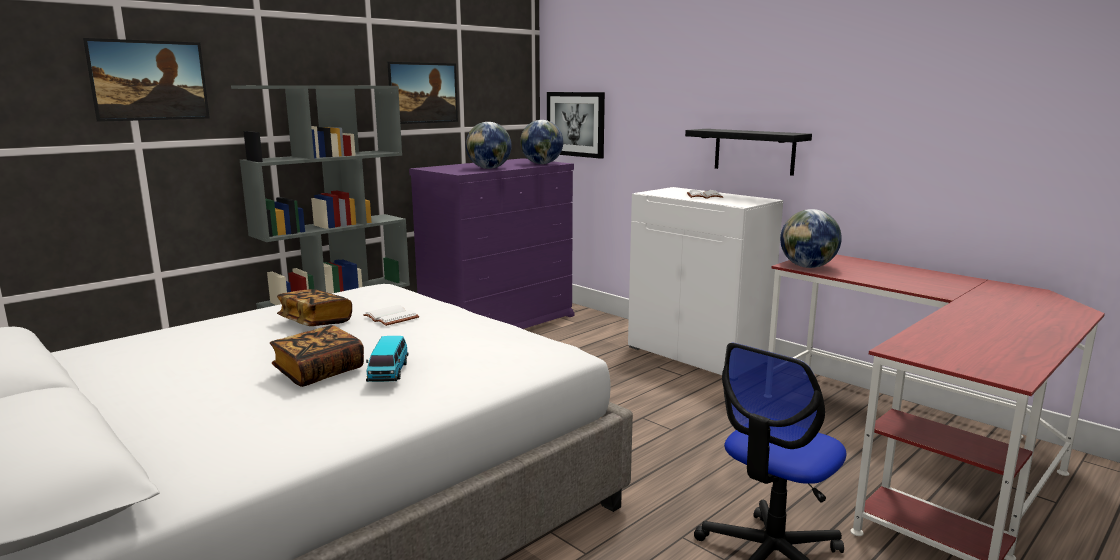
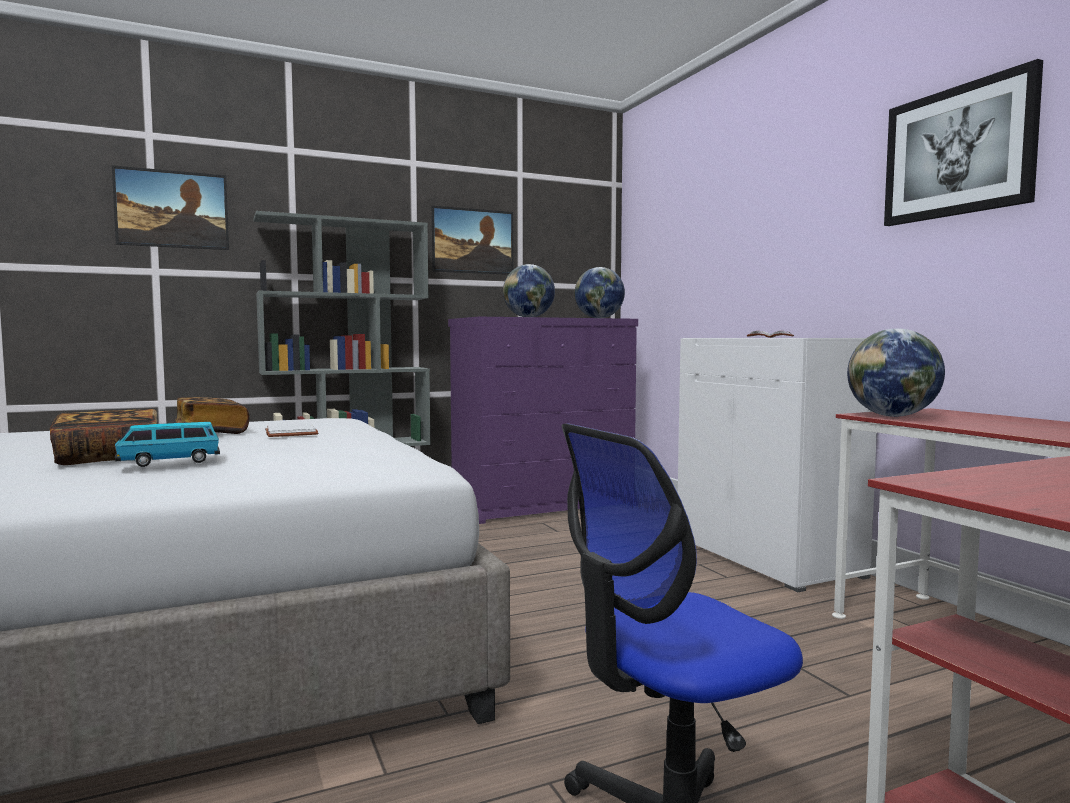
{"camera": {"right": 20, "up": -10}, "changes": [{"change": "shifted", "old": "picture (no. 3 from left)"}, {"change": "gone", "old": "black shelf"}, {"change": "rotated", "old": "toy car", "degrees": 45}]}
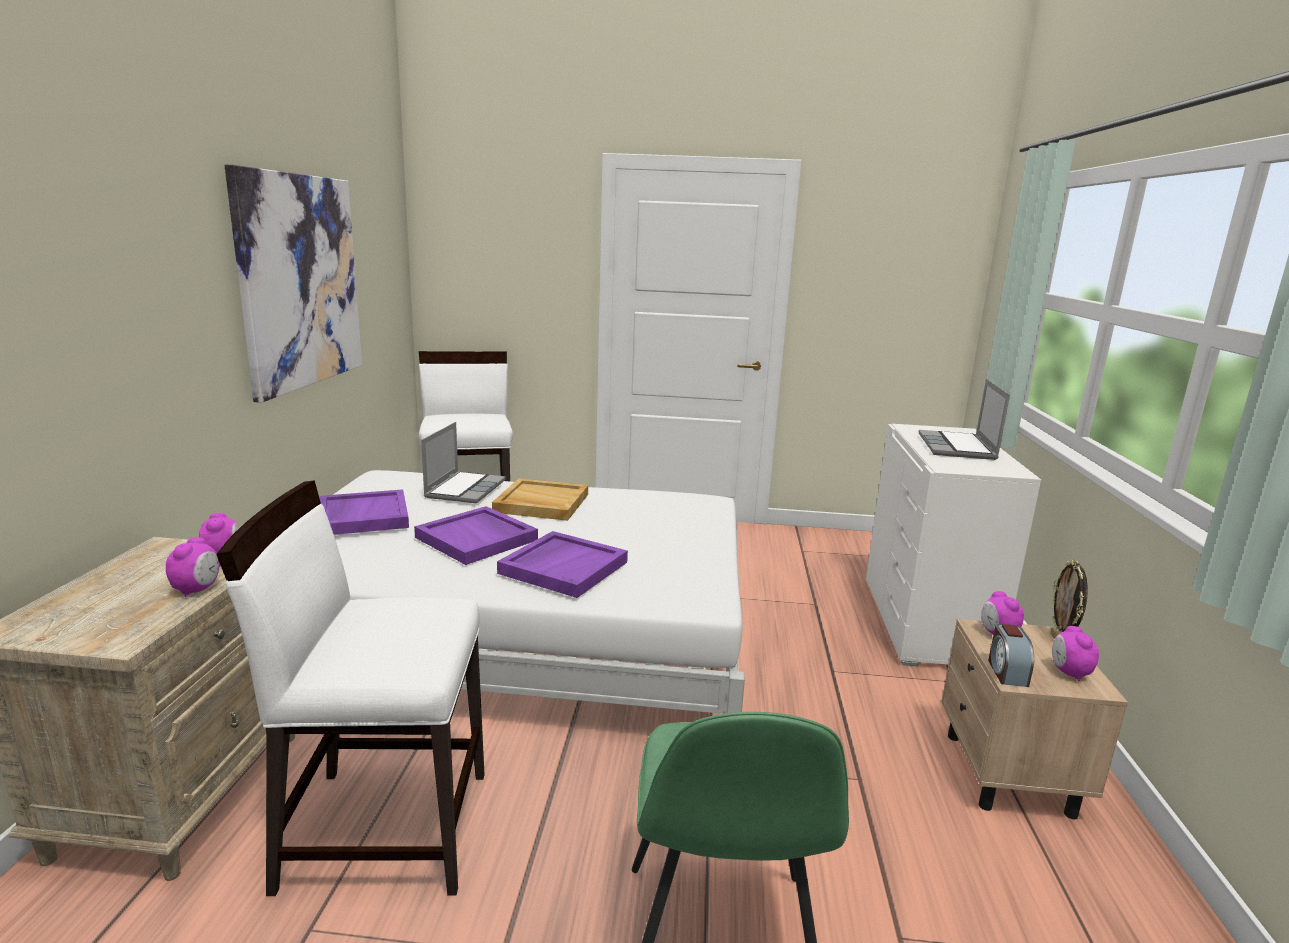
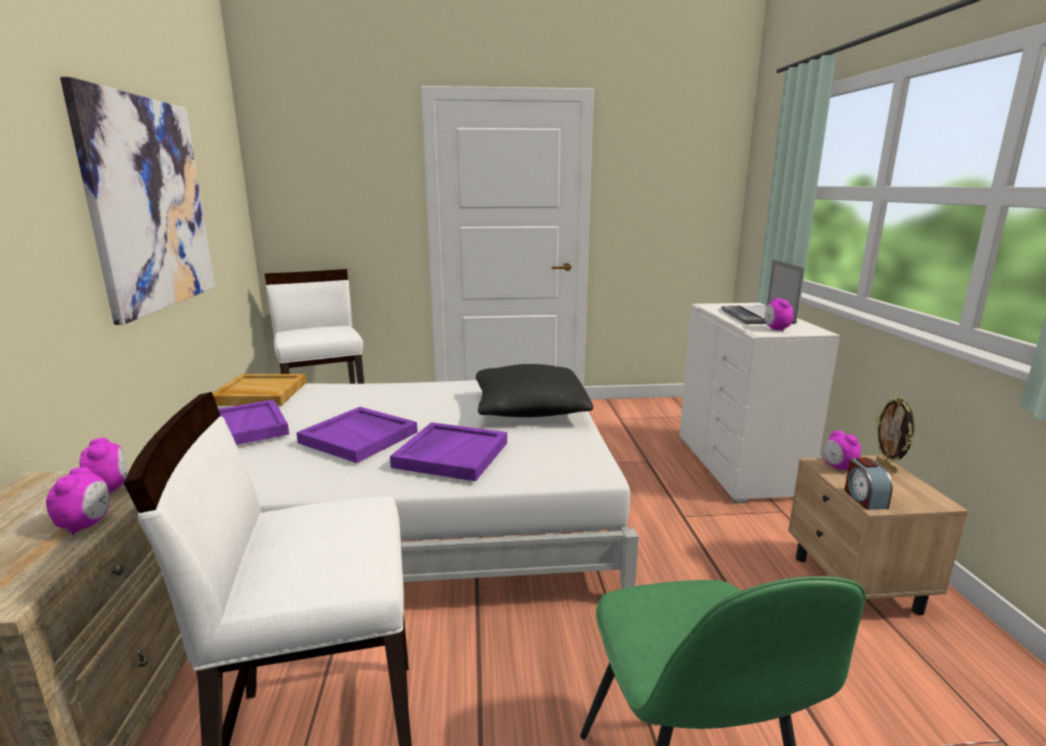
{"camera": {"right": -10, "up": 0}, "changes": [{"change": "gone", "old": "laptop (no. 1 from left)"}, {"change": "shifted", "old": "beige tray"}, {"change": "shifted", "old": "alarm clock (no. 5 from left in the first image)", "new": "alarm clock (no. 3 from left)"}, {"change": "new", "new": "black pillow"}]}
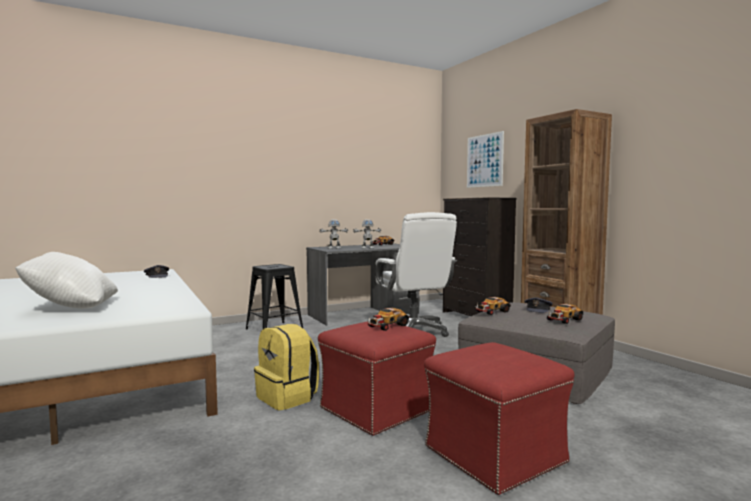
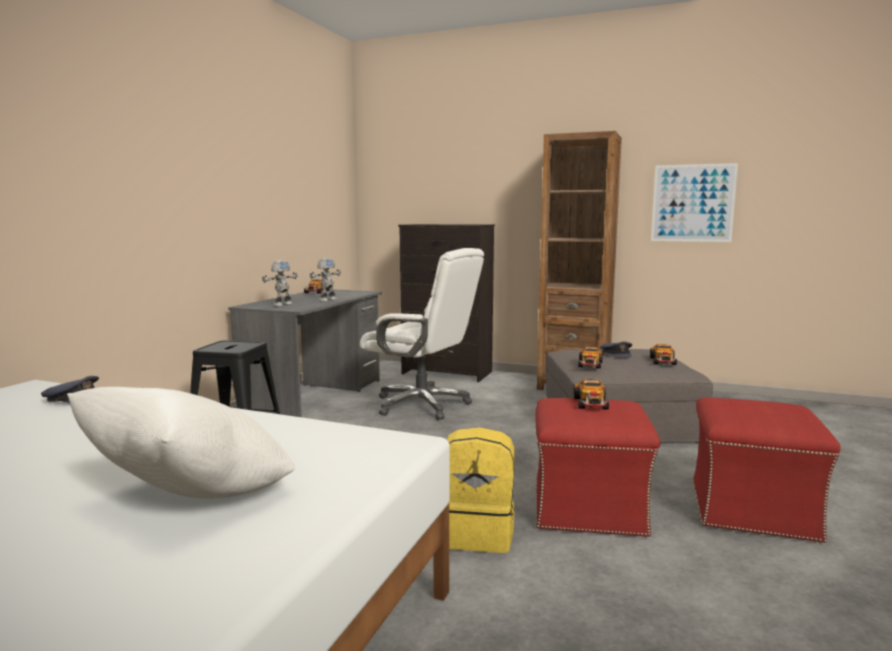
{"camera": {"right": -40, "up": 5}, "changes": [{"change": "shifted", "old": "picture"}]}
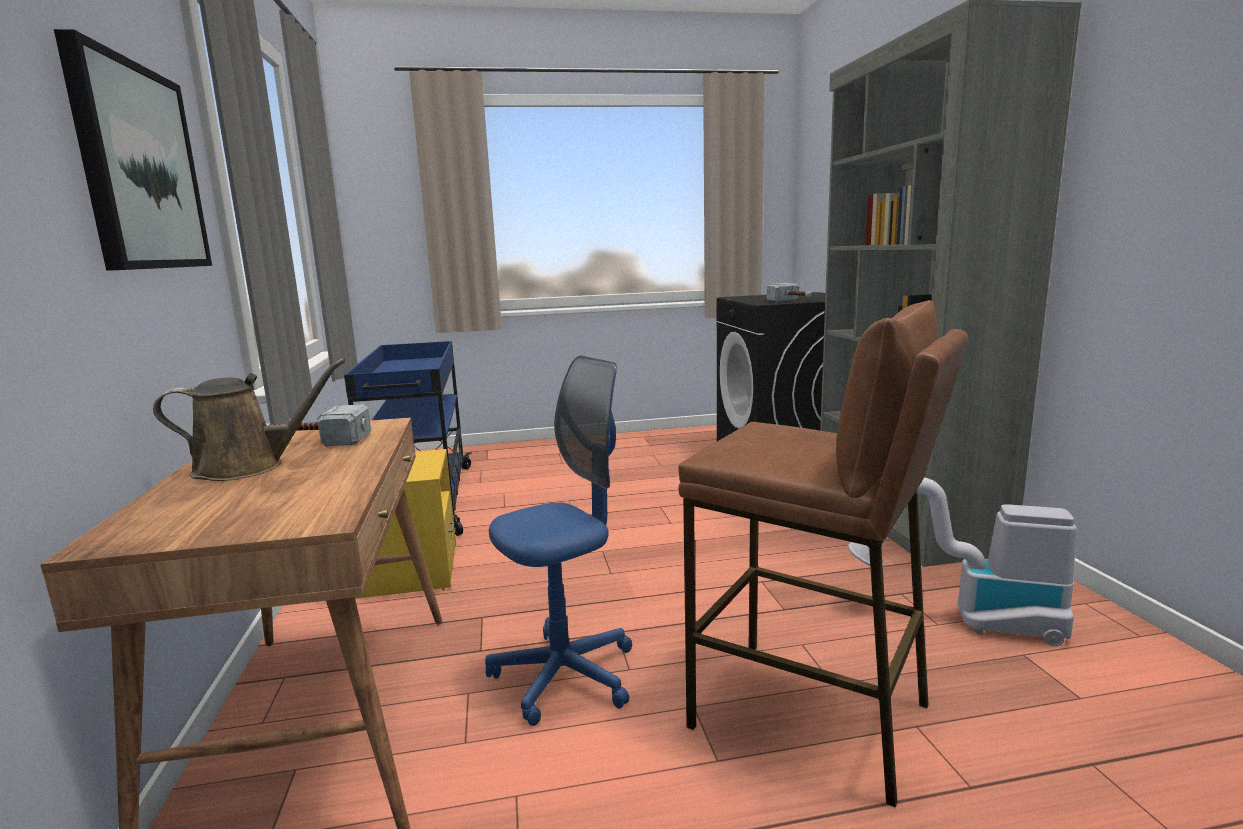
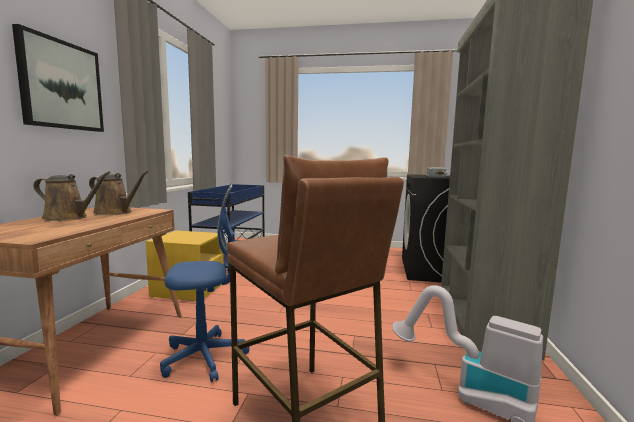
{"camera": {"right": 20, "up": -5}, "changes": [{"change": "swapped", "old": "hammer (no. 1 from left)", "new": "brown watering can (no. 2 from left)"}]}
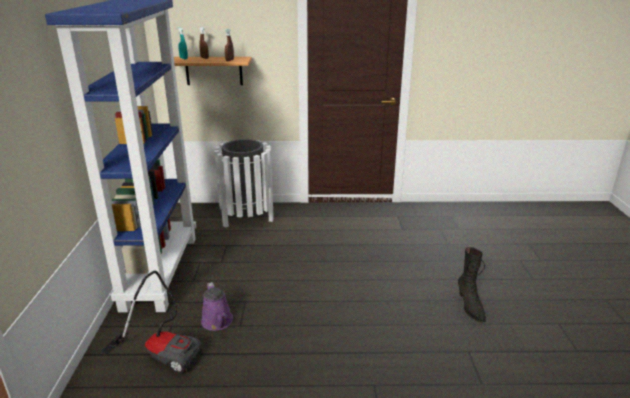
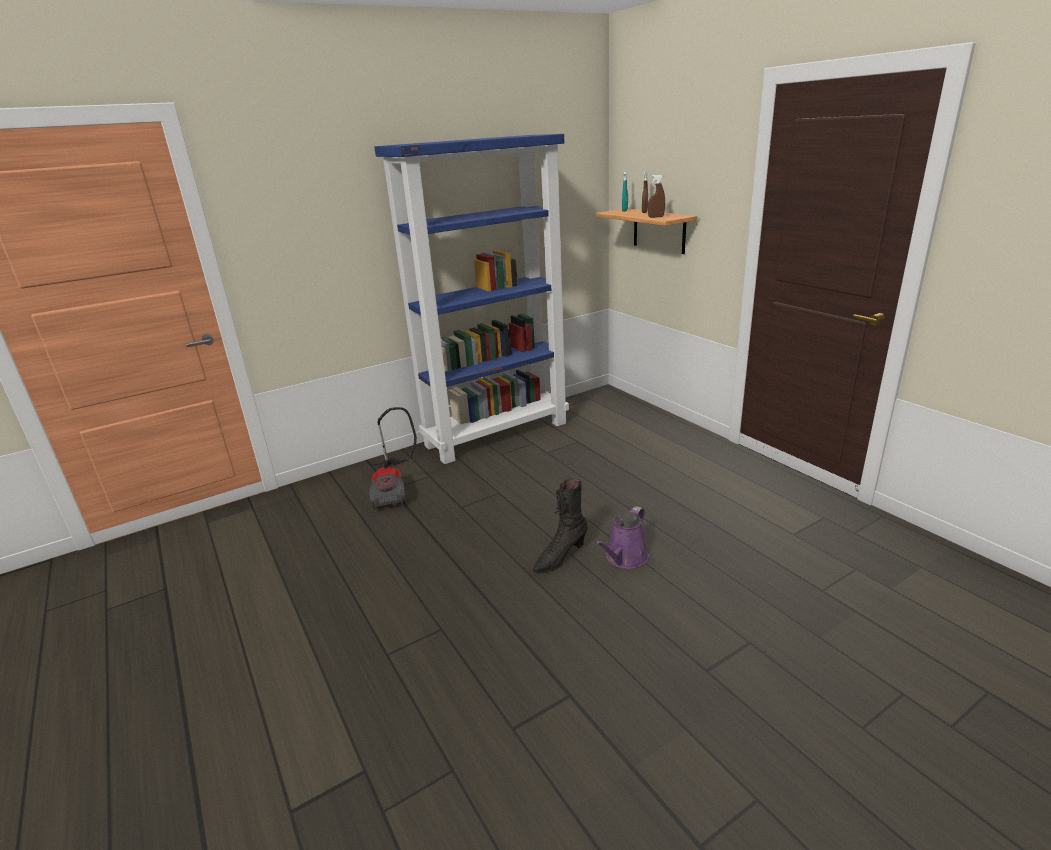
{"camera": {"right": 60, "up": 0}, "changes": [{"change": "gone", "old": "white trash can"}, {"change": "shifted", "old": "black boot"}, {"change": "shifted", "old": "purple watering can"}]}
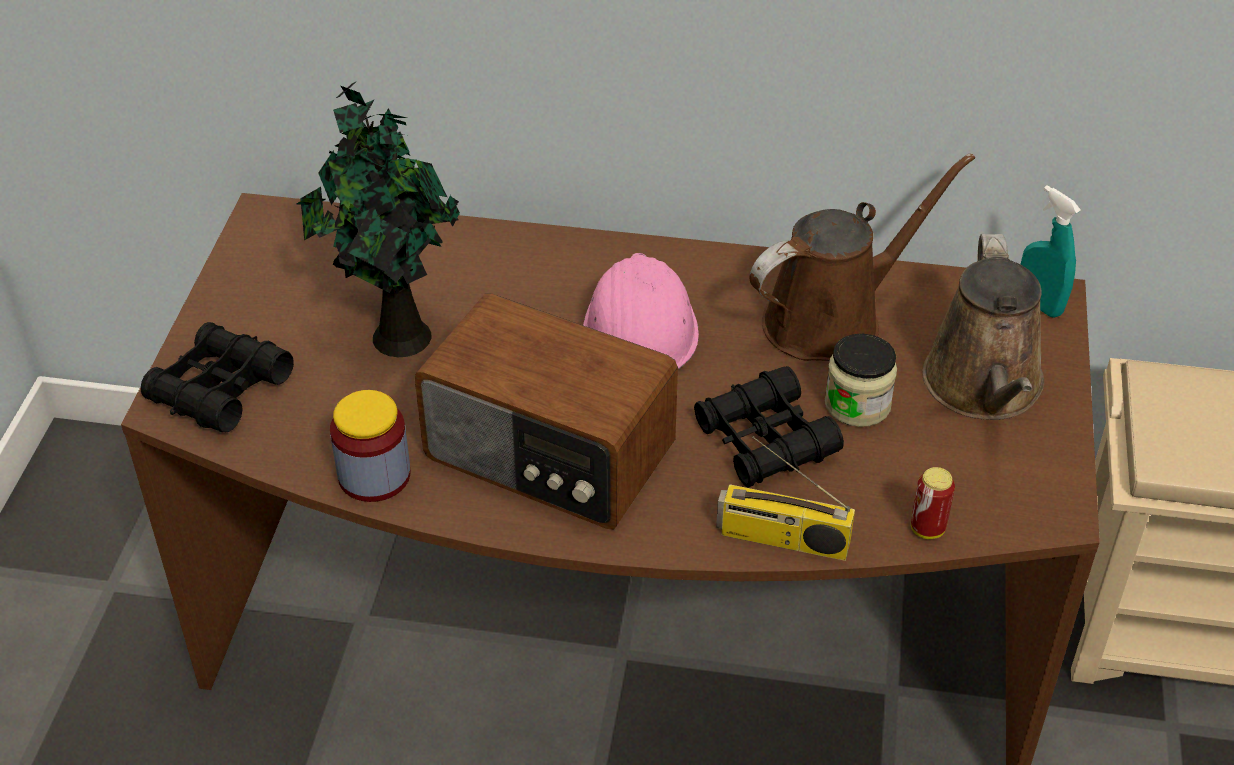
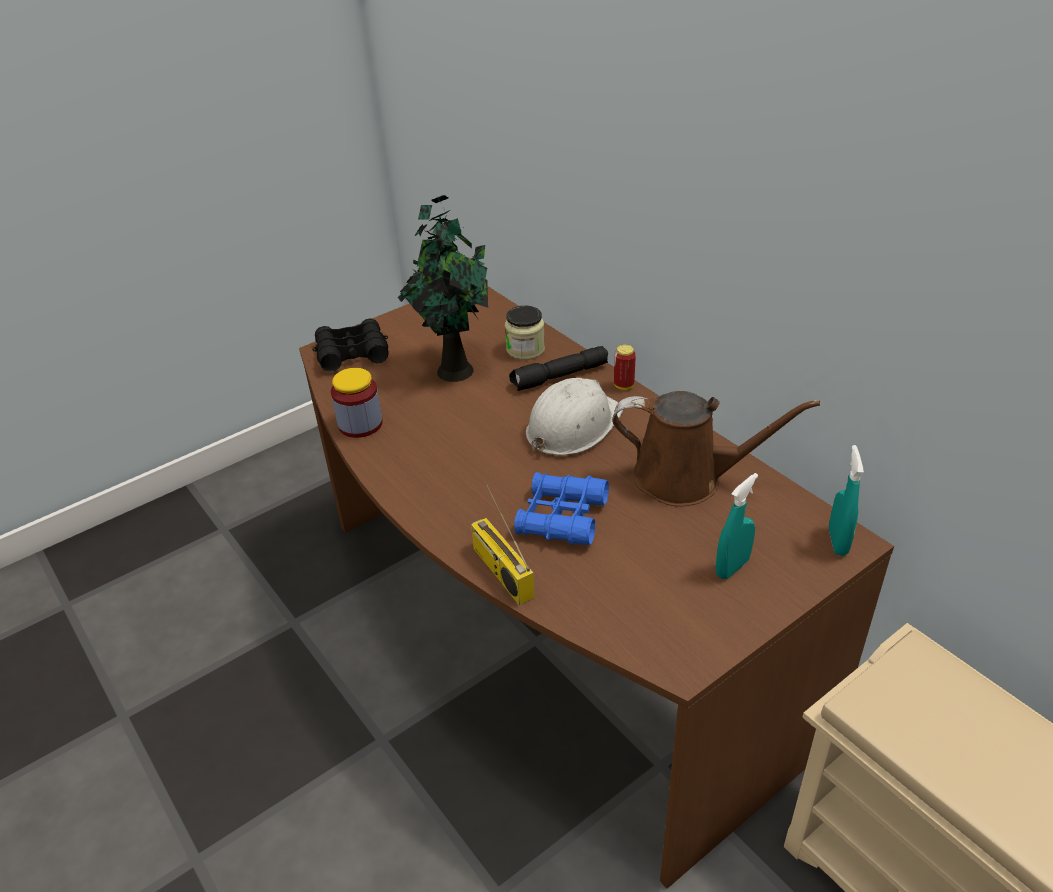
{"camera": {"right": 45, "up": -5}, "changes": [{"change": "swapped", "old": "brown watering can (no. 2 from left)", "new": "turquoise spray bottle (no. 1 from left)"}, {"change": "repainted", "old": "pink hard hat", "new": "white hard hat"}, {"change": "gone", "old": "radio (no. 1 from left)"}, {"change": "shifted", "old": "jar (no. 2 from left)"}, {"change": "repainted", "old": "black binoculars (no. 2 from left)", "new": "blue binoculars"}, {"change": "shifted", "old": "can"}, {"change": "new", "new": "black flashlight"}]}
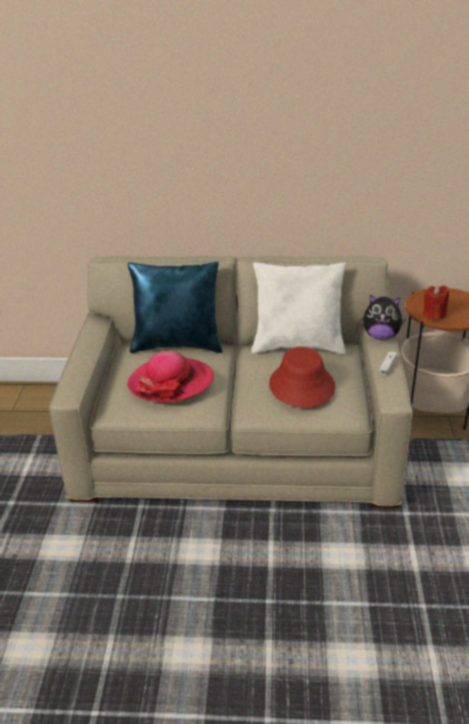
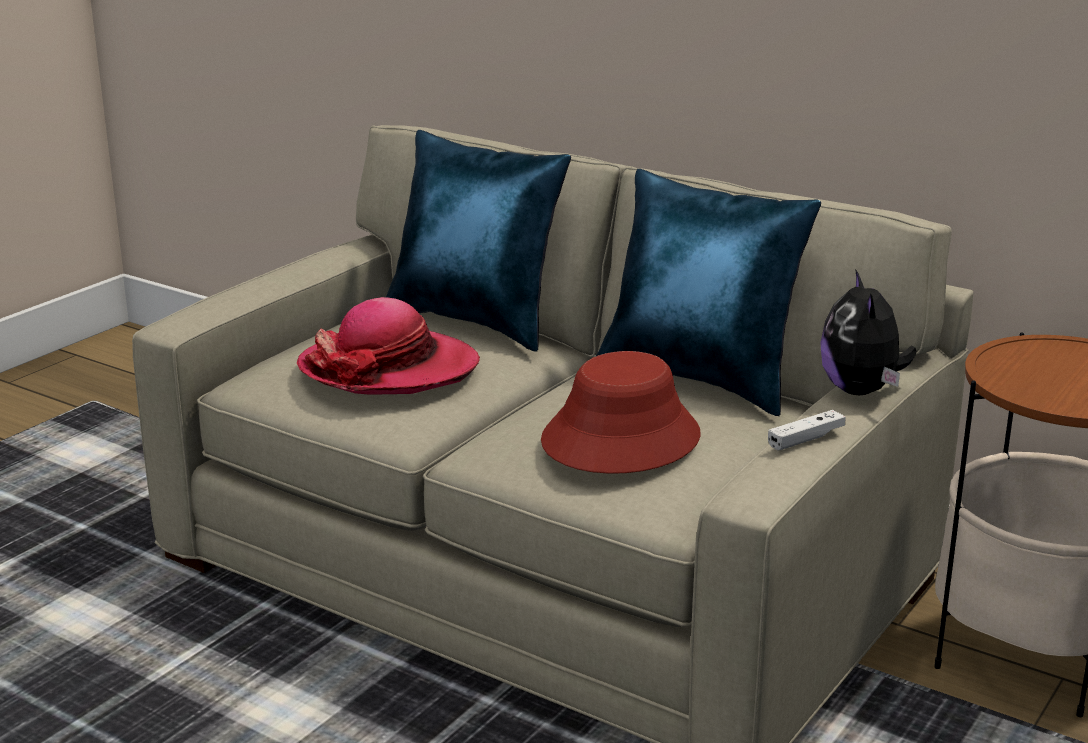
{"camera": {"right": 30, "up": -10}, "changes": [{"change": "repainted", "old": "white pillow", "new": "blue pillow (no. 2 from left)"}, {"change": "gone", "old": "red candle"}, {"change": "rotated", "old": "plush toy", "degrees": 45}]}
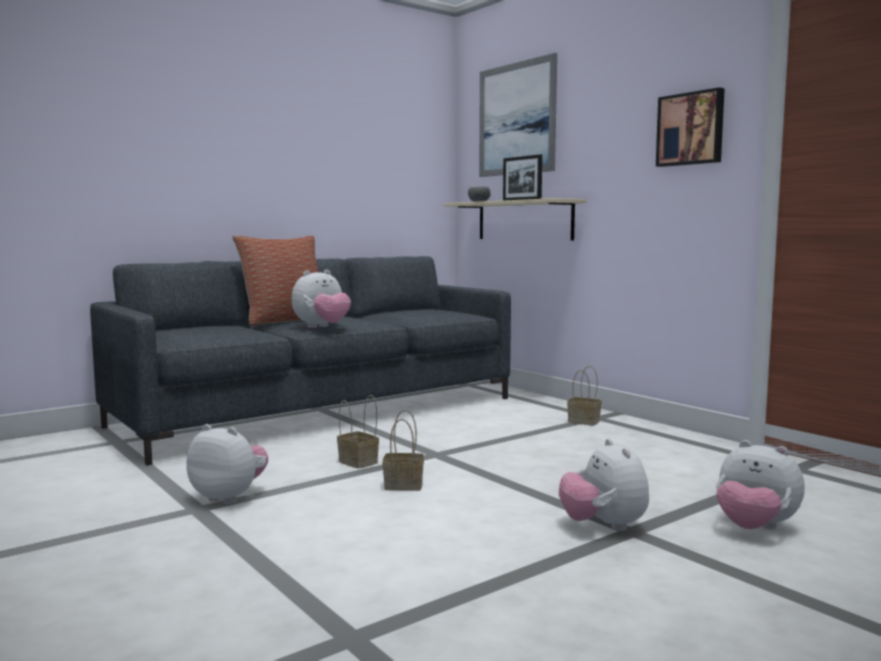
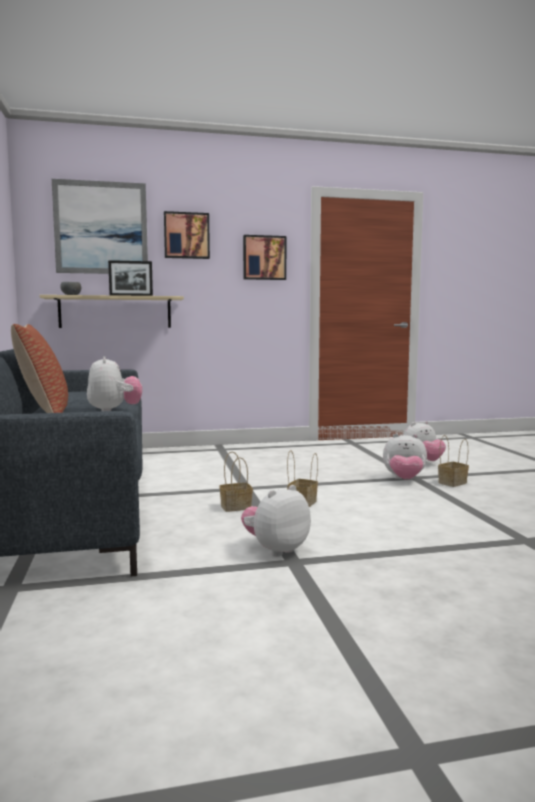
{"camera": {"right": -65, "up": 0}, "changes": [{"change": "shifted", "old": "basket (no. 3 from left)"}, {"change": "new", "new": "picture (no. 2 from left)"}]}
